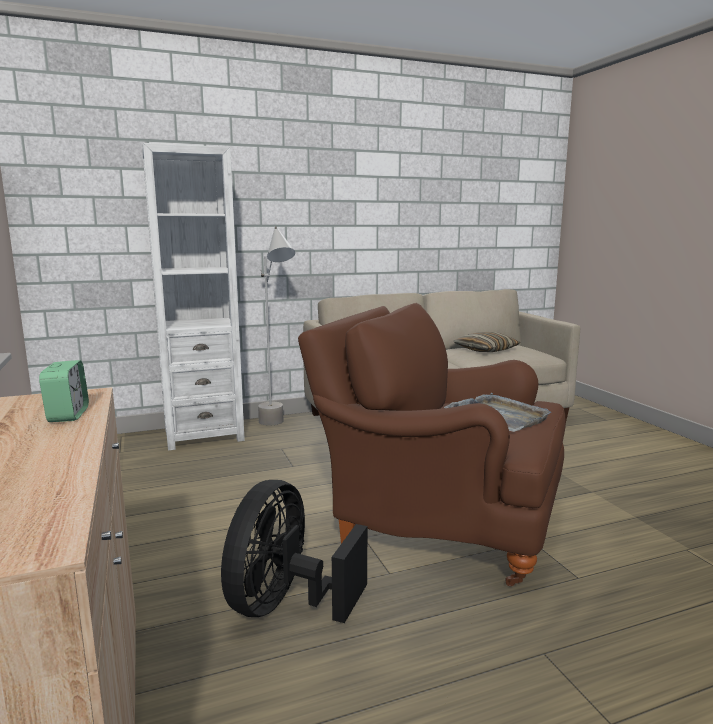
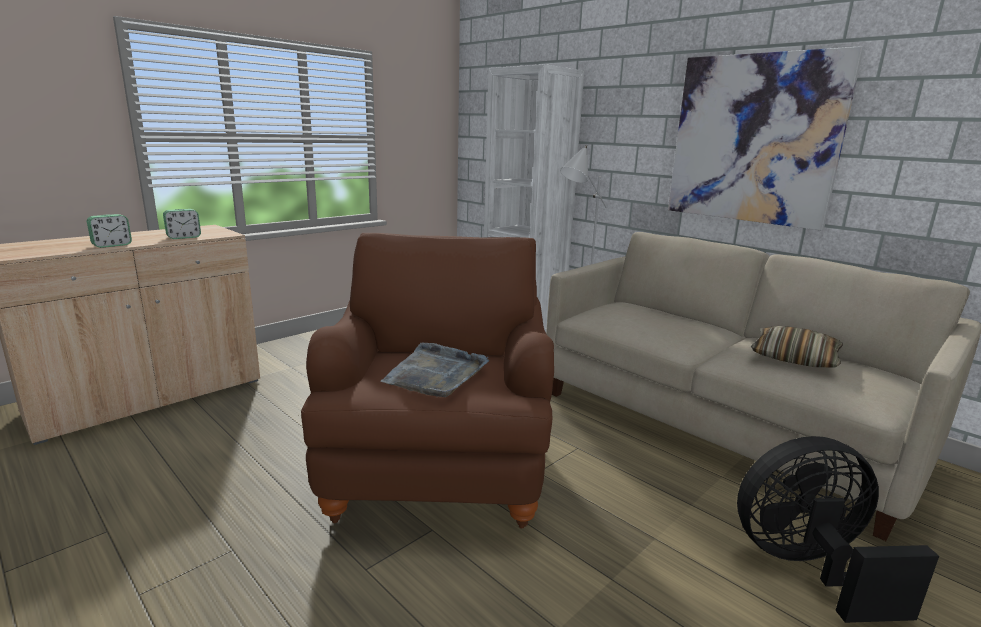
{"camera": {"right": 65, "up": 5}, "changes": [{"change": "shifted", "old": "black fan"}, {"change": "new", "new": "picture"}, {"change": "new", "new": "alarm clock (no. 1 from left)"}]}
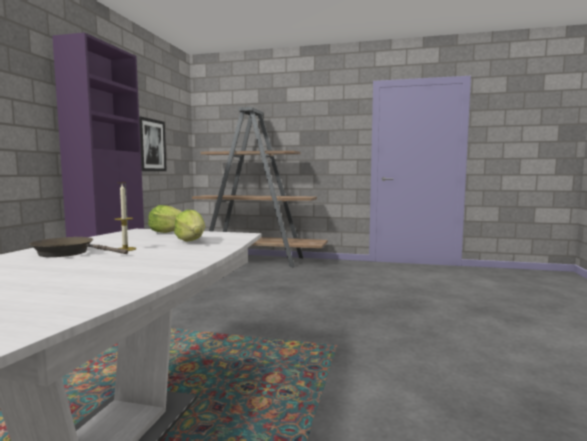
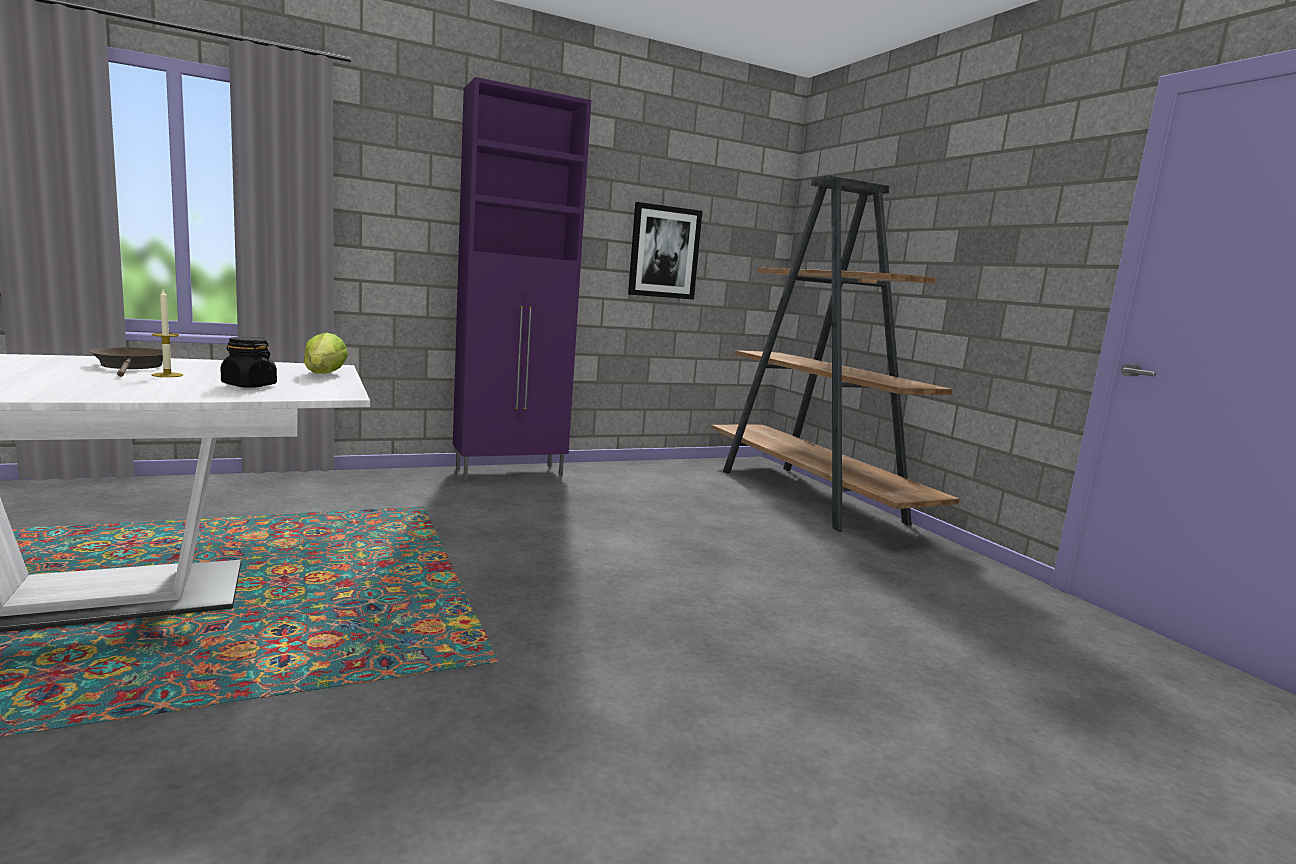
{"camera": {"right": 50, "up": 5}, "changes": [{"change": "swapped", "old": "lettuce (no. 2 from left)", "new": "black jar"}]}
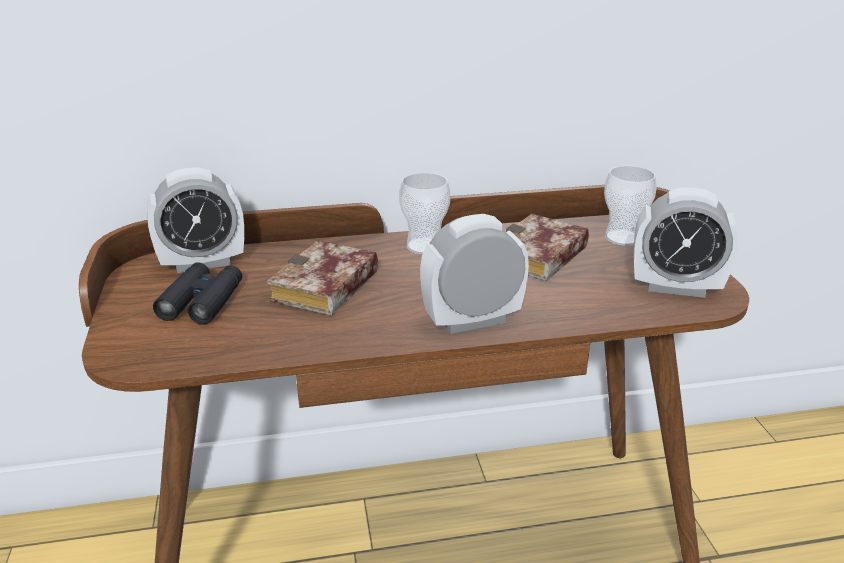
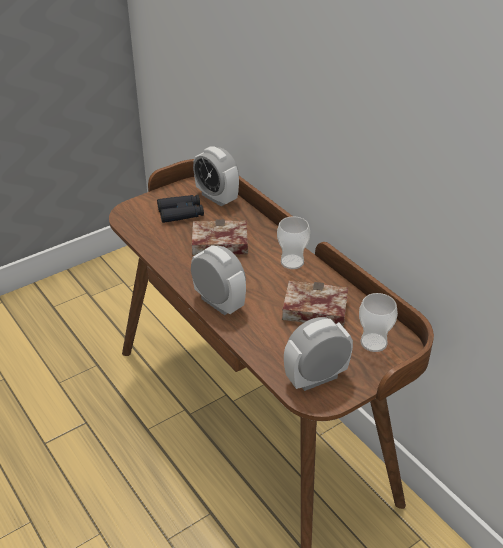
{"camera": {"right": 65, "up": 10}, "changes": [{"change": "rotated", "old": "alarm clock (no. 3 from left)", "degrees": 75}]}
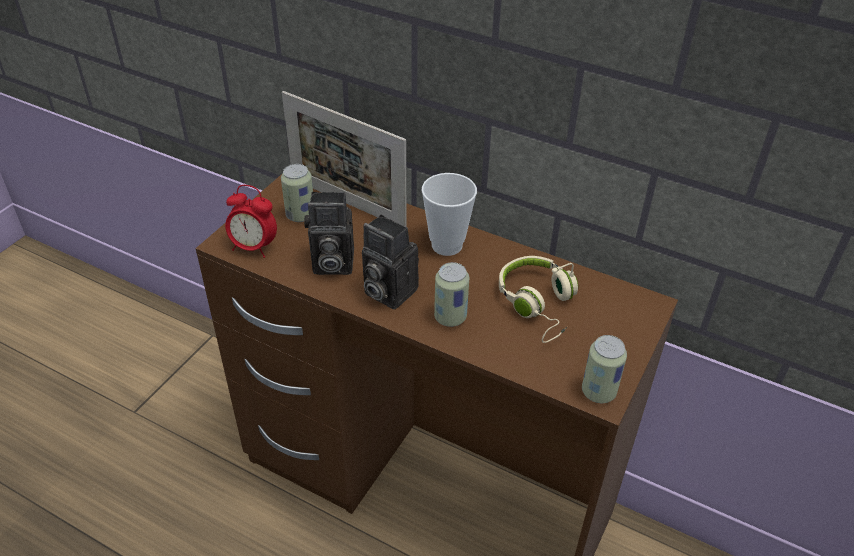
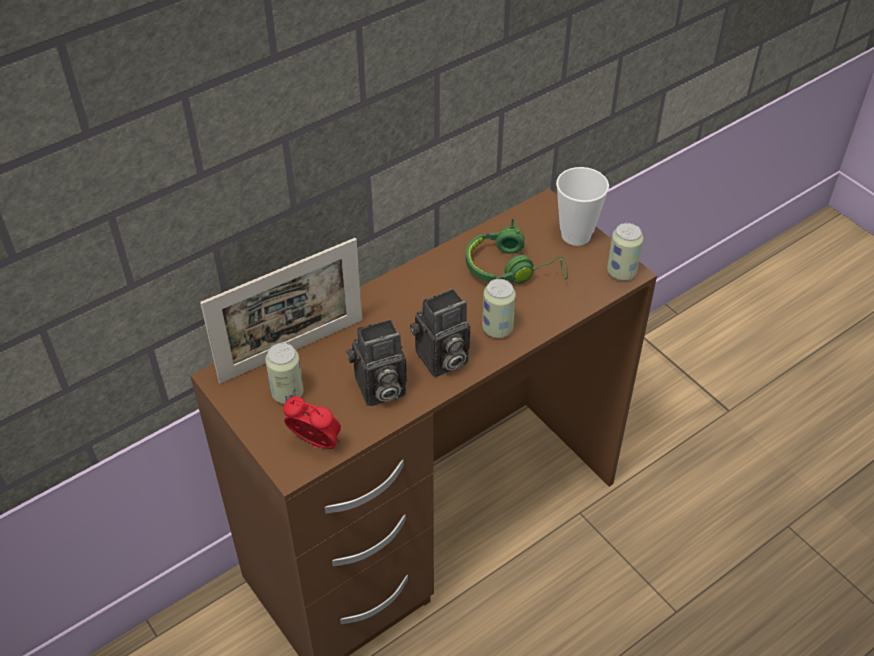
{"camera": {"right": -65, "up": 5}, "changes": [{"change": "shifted", "old": "cup"}, {"change": "rotated", "old": "alarm clock", "degrees": -105}, {"change": "rotated", "old": "photo camera (no. 1 from left)", "degrees": 45}, {"change": "repainted", "old": "beige headphones", "new": "green headphones"}]}
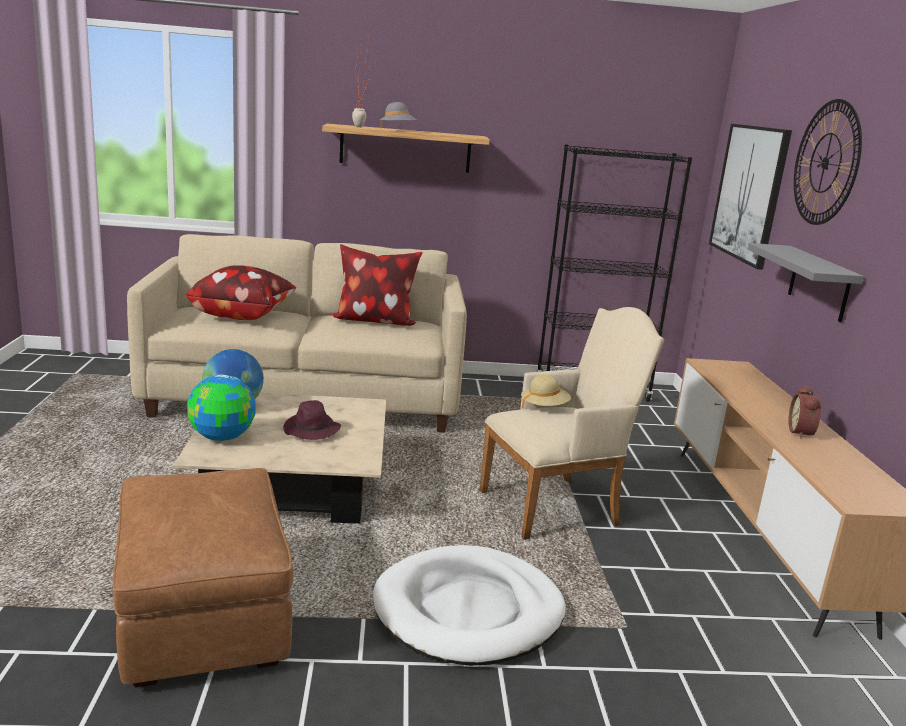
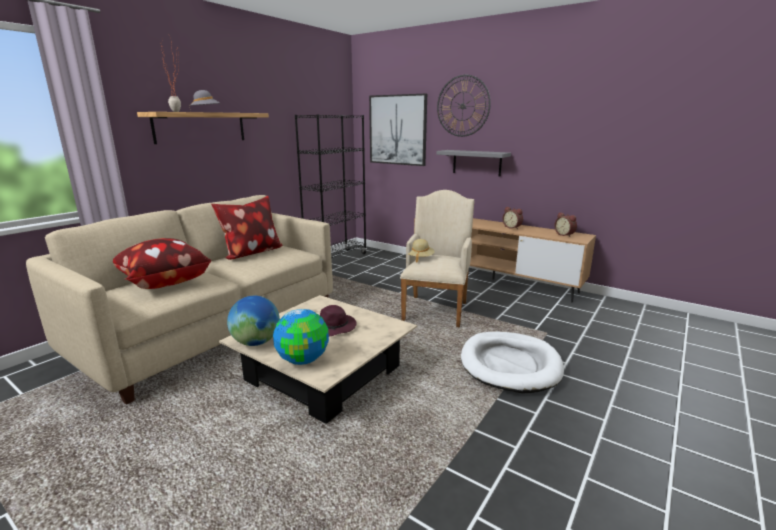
{"camera": {"right": -50, "up": 0}, "changes": [{"change": "gone", "old": "brown ottoman"}, {"change": "new", "new": "alarm clock (no. 2 from left)"}]}
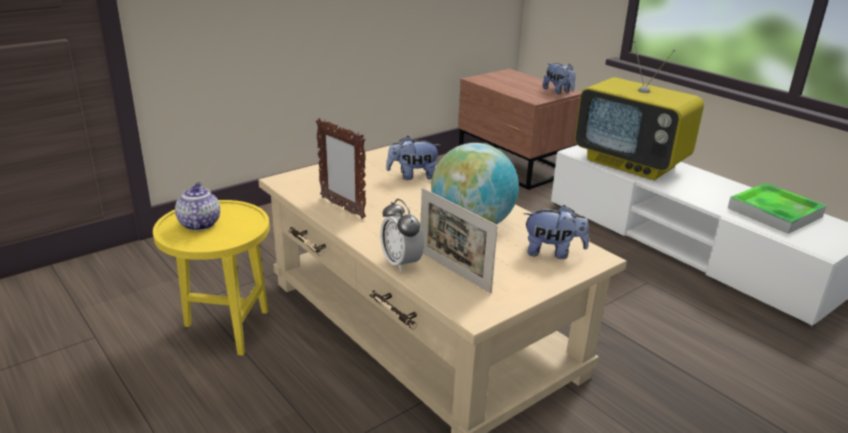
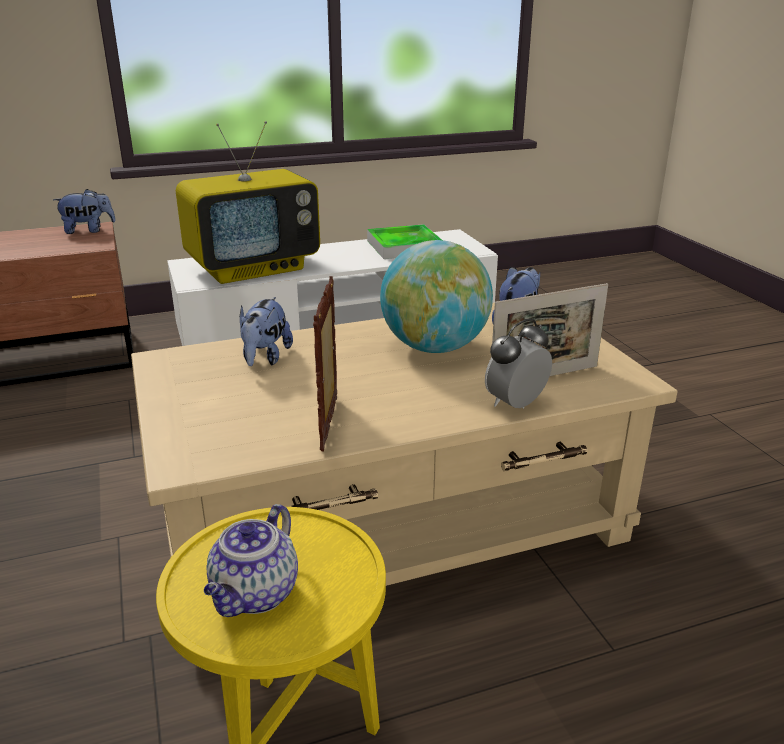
{"camera": {"right": -70, "up": 0}, "changes": [{"change": "rotated", "old": "picture frame (no. 1 from left)", "degrees": 120}, {"change": "rotated", "old": "teapot", "degrees": -75}, {"change": "rotated", "old": "alarm clock", "degrees": 150}]}
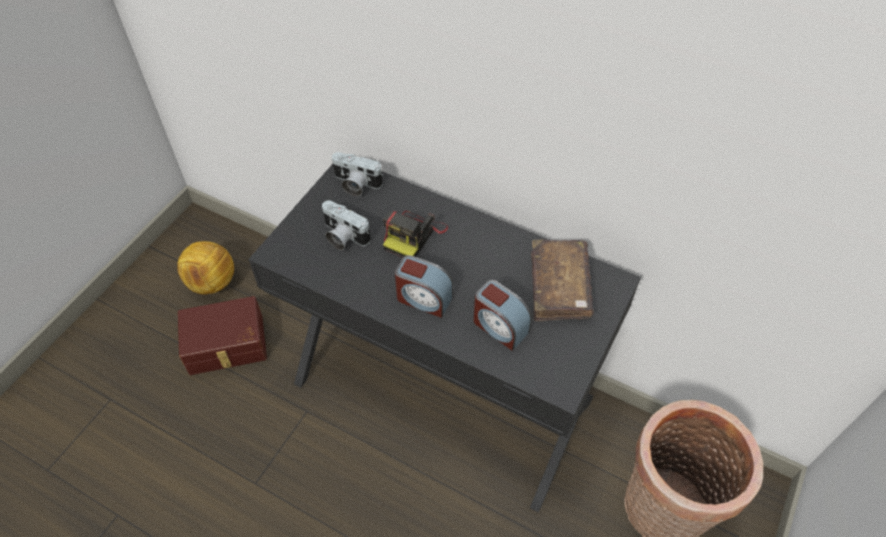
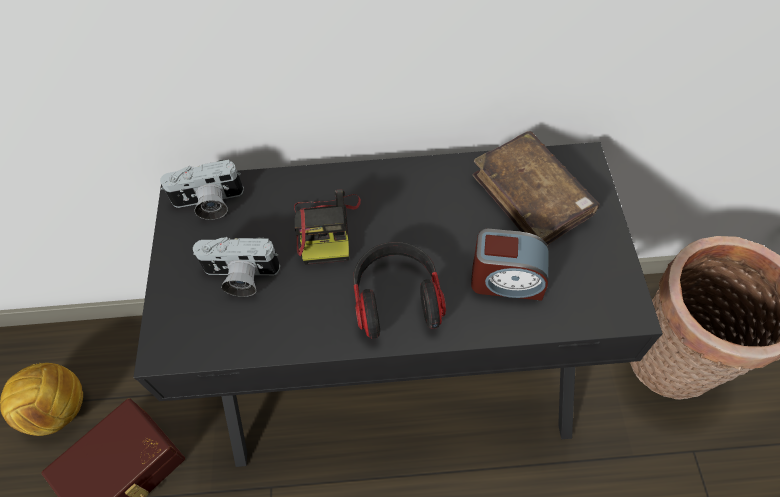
{"camera": {"right": -30, "up": 5}, "changes": [{"change": "swapped", "old": "alarm clock (no. 1 from left)", "new": "headphones"}]}
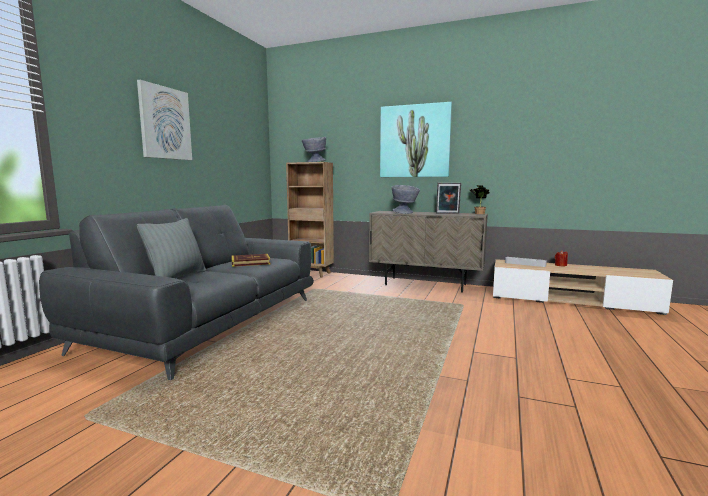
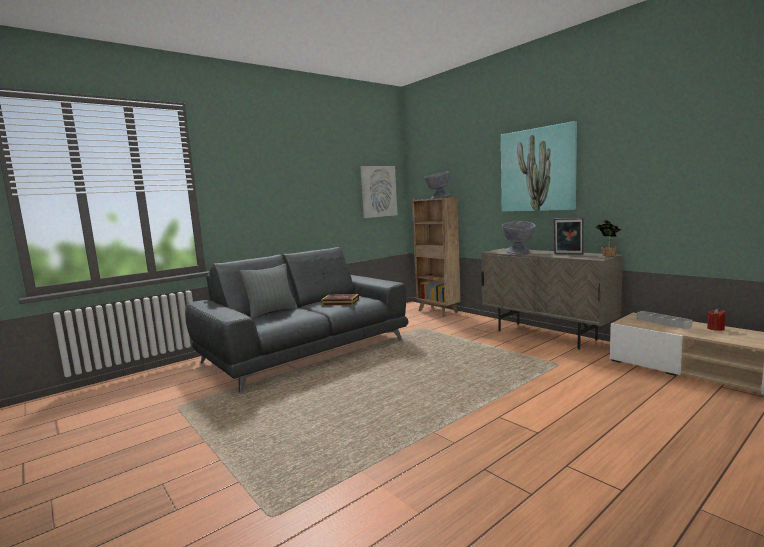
{"camera": {"right": 30, "up": 0}, "changes": [{"change": "shifted", "old": "picture (no. 1 from left)"}]}
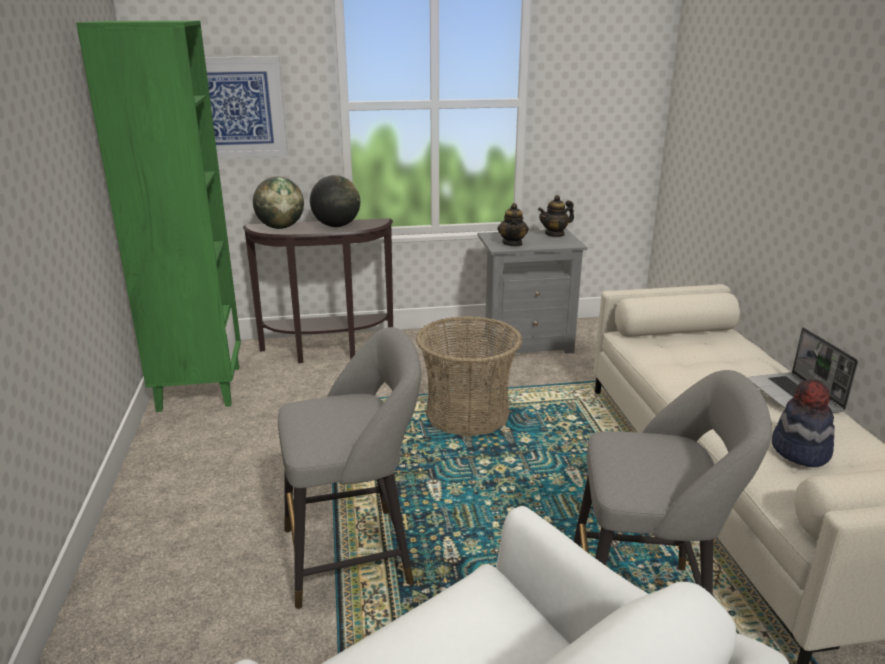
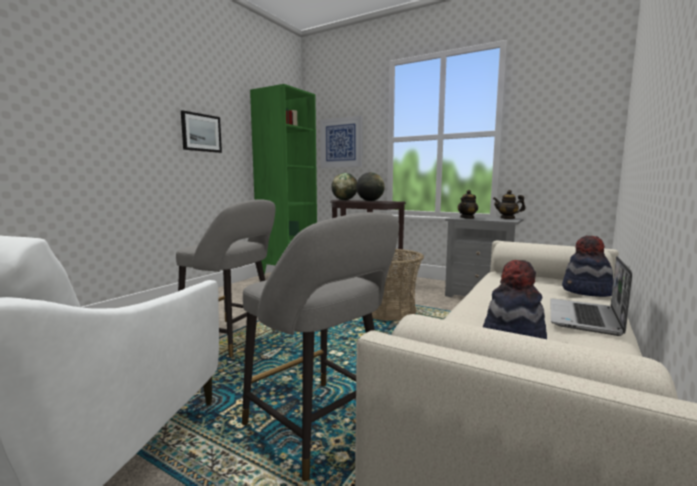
{"camera": {"right": 40, "up": -15}, "changes": [{"change": "new", "new": "picture (no. 1 from left)"}, {"change": "new", "new": "hat (no. 2 from left)"}]}
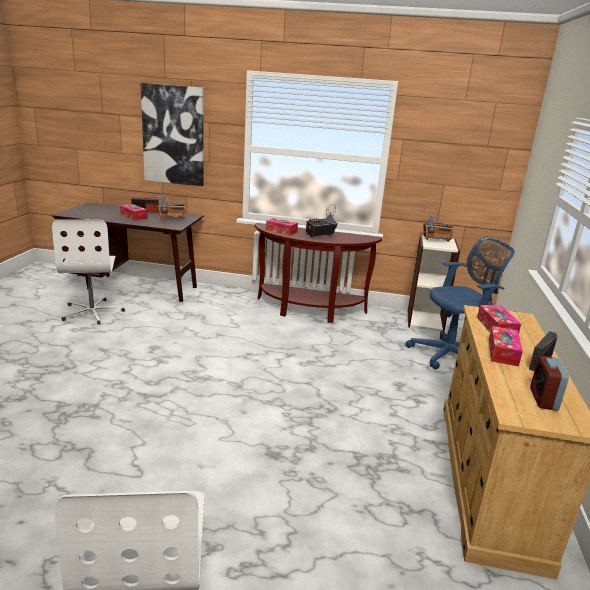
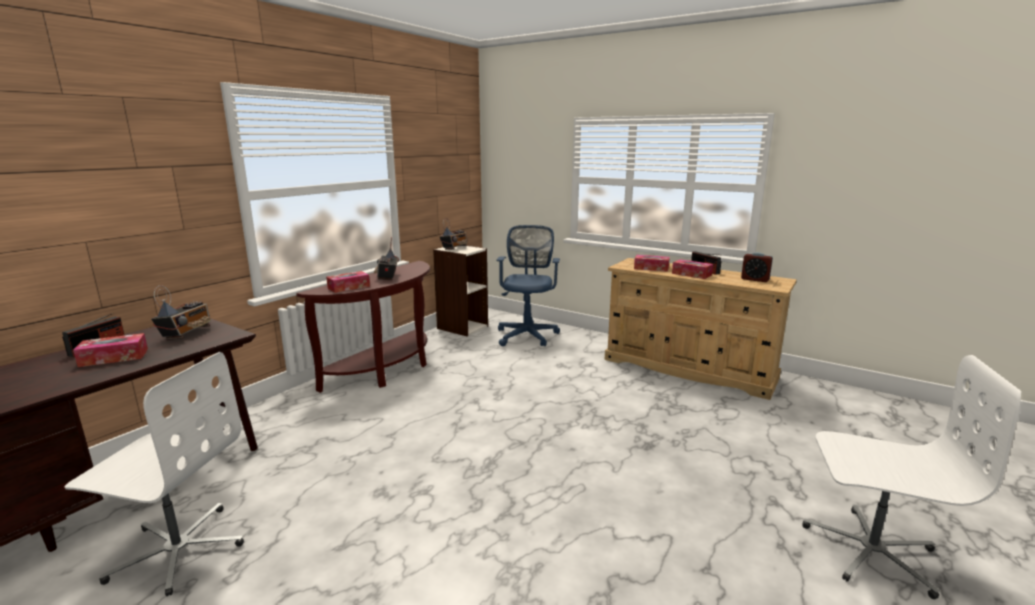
{"camera": {"right": -65, "up": -5}, "changes": [{"change": "gone", "old": "picture"}]}
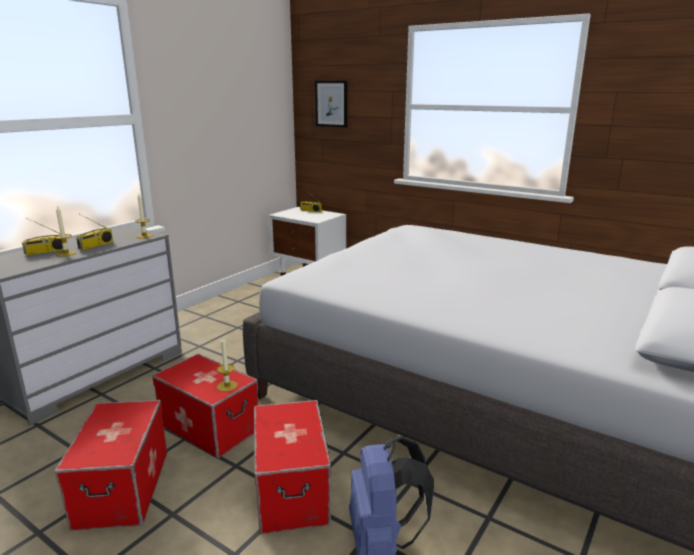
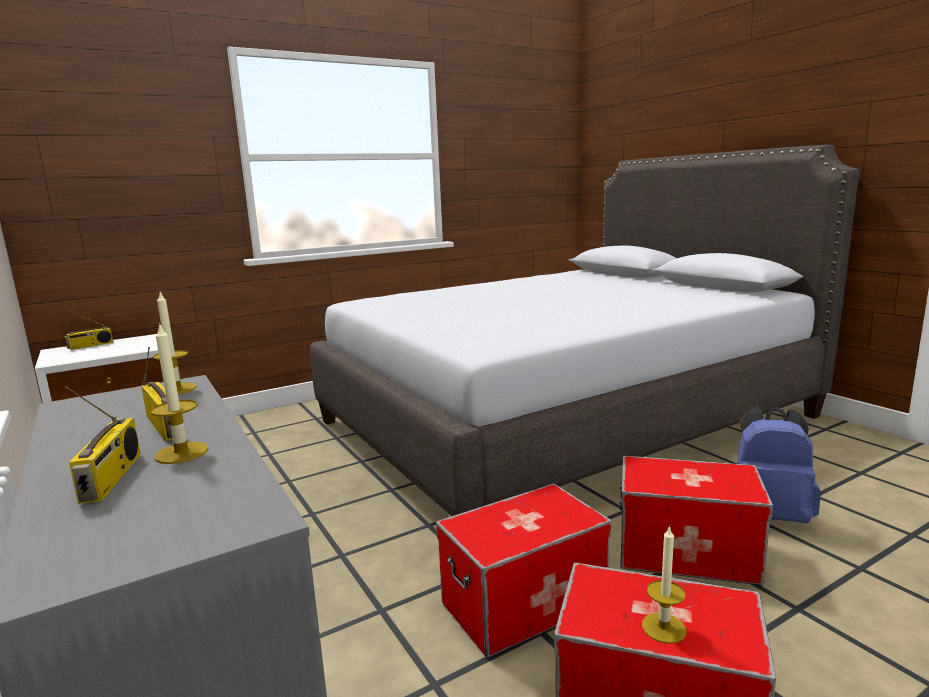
{"camera": {"right": -65, "up": -5}, "changes": [{"change": "gone", "old": "picture"}, {"change": "shifted", "old": "candle (no. 3 from left)"}]}
